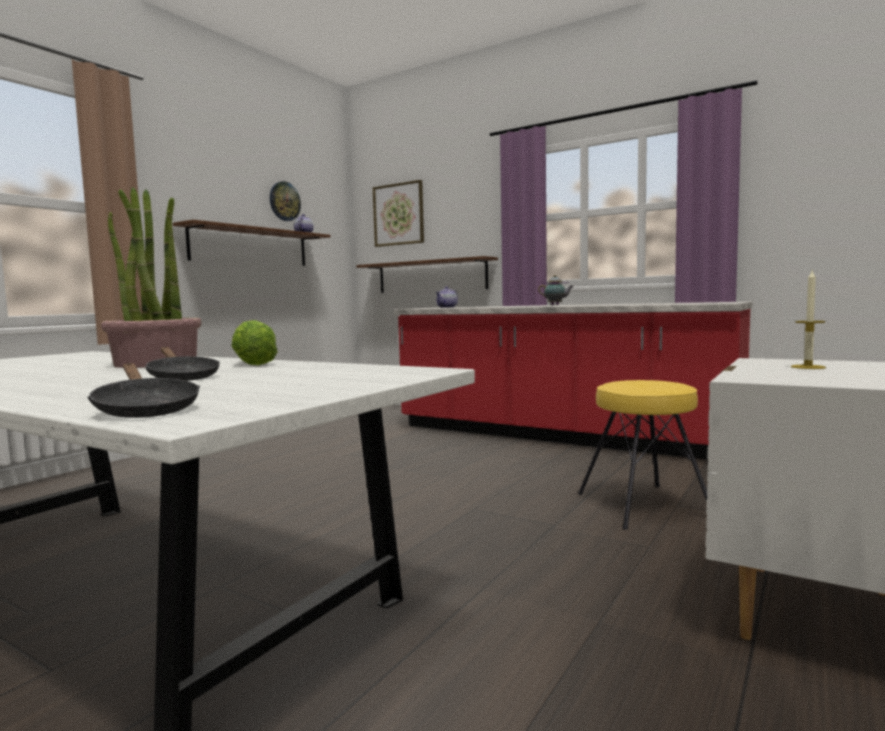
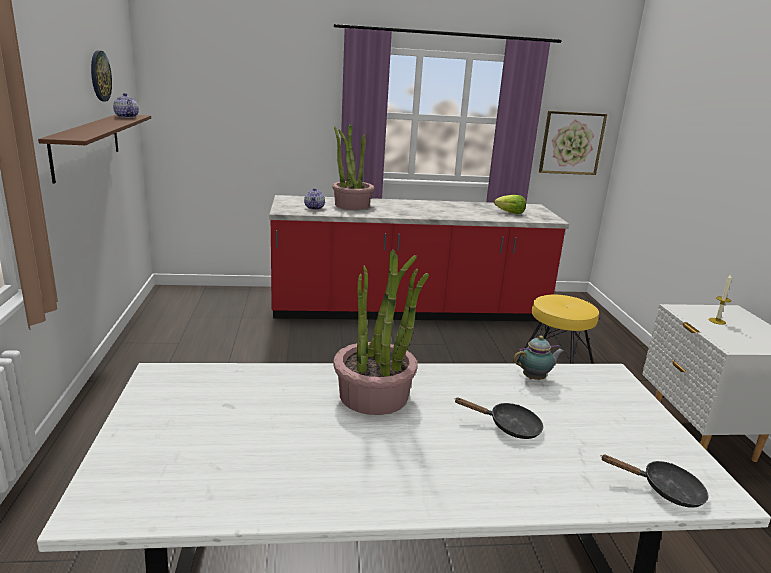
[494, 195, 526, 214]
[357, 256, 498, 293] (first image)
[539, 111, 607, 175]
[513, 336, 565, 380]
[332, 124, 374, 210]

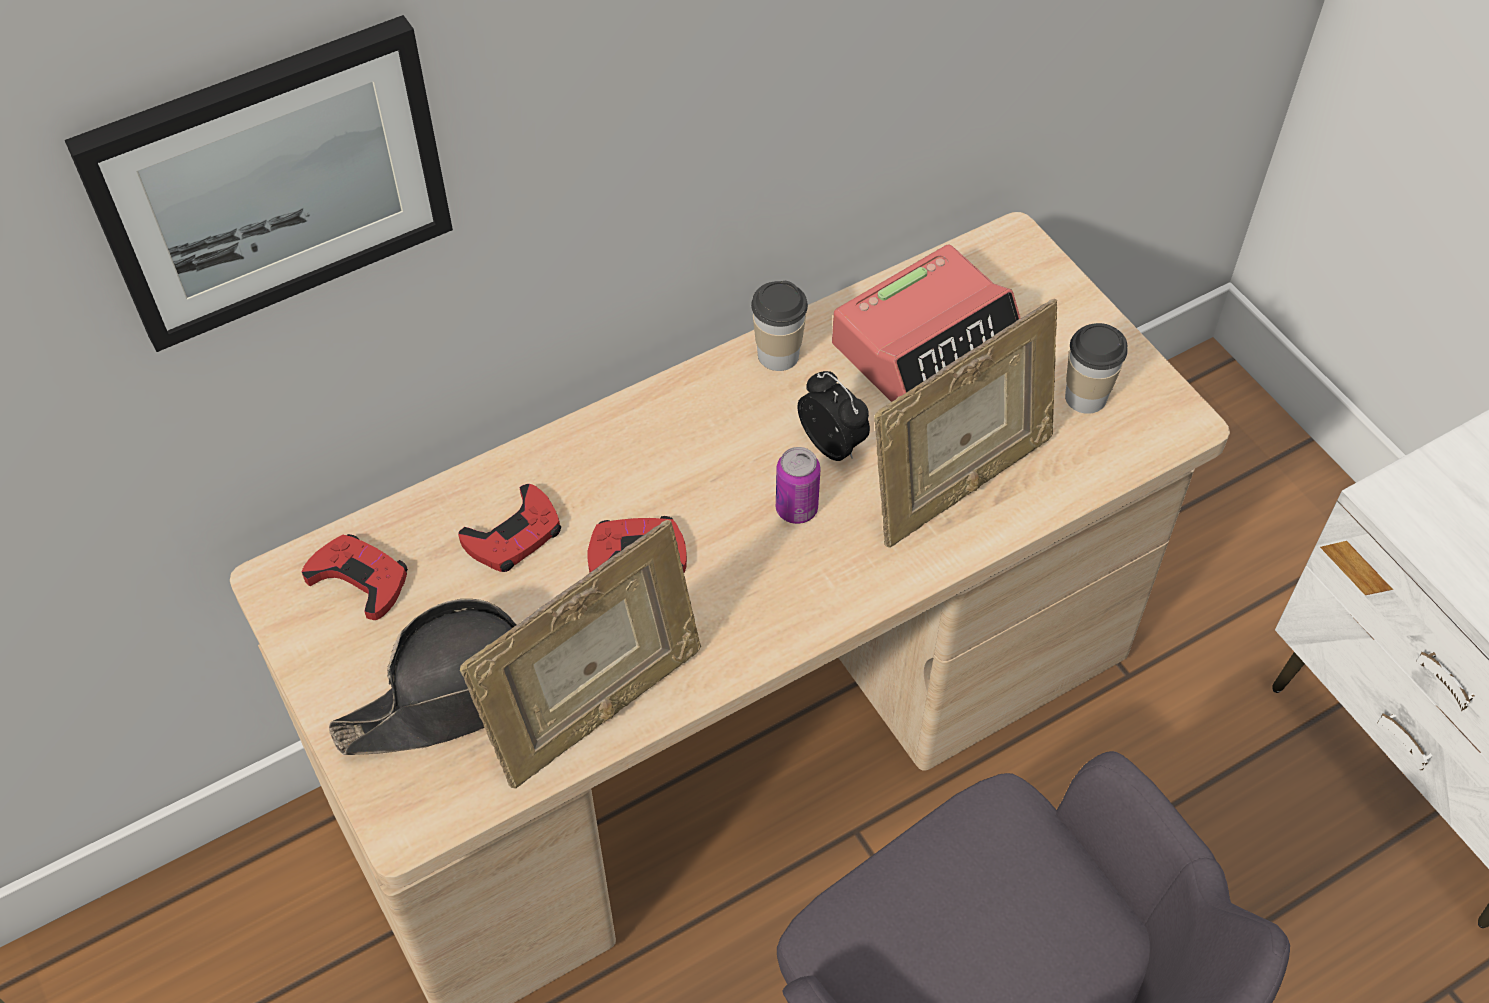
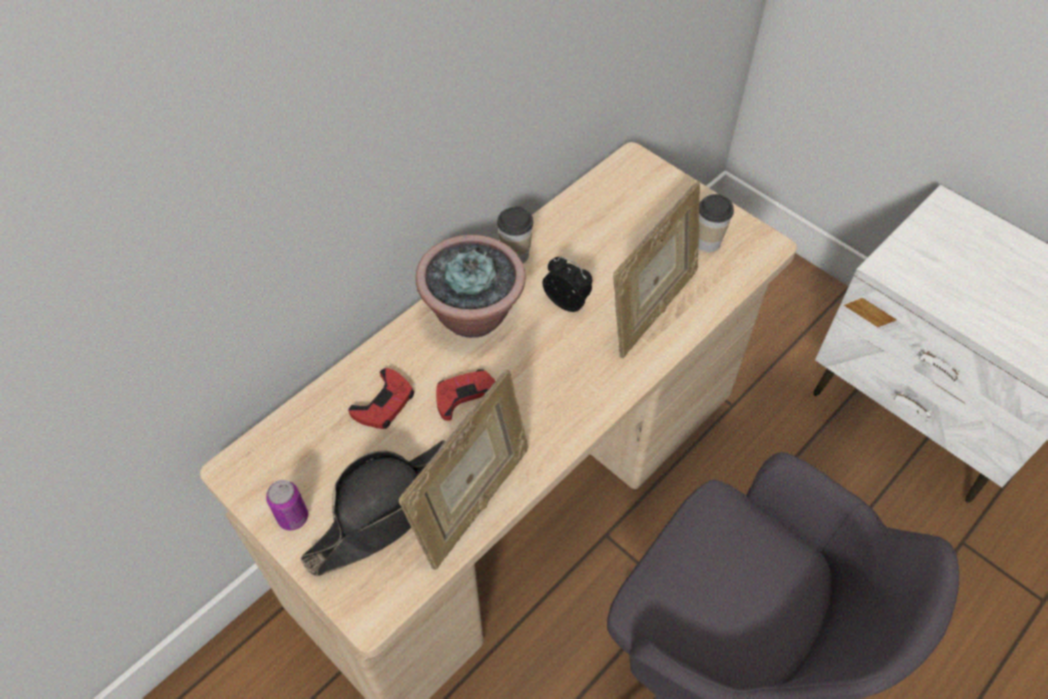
[65, 15, 453, 352] (first image)
[302, 534, 408, 620] (first image)
[266, 480, 308, 531]
[832, 244, 1021, 402] (first image)
[416, 235, 525, 338]

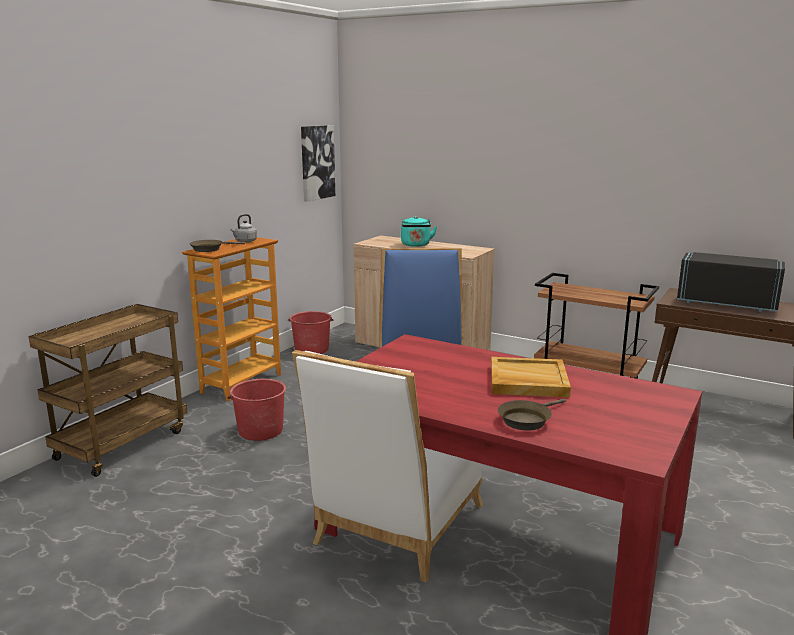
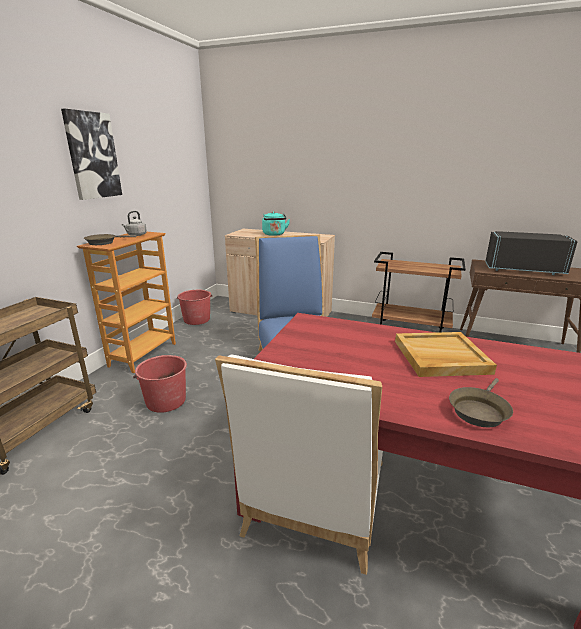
[61, 109, 122, 200]

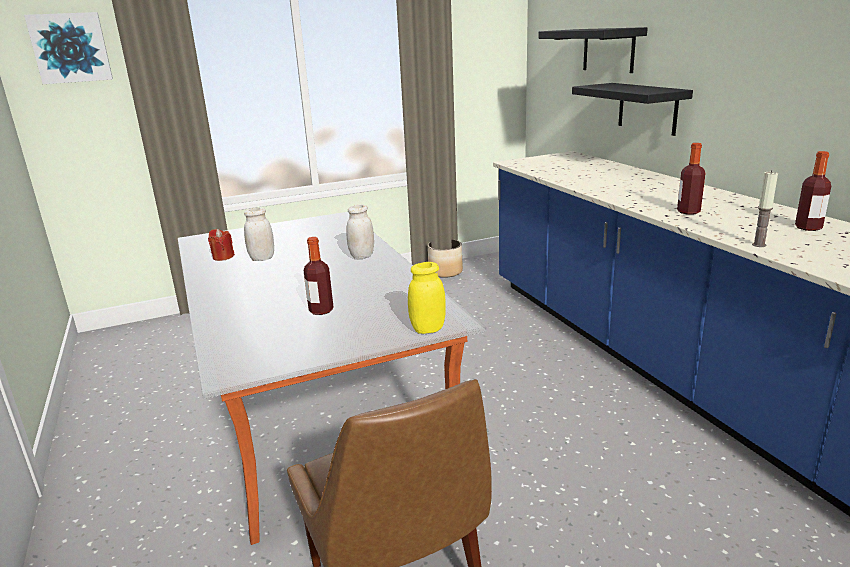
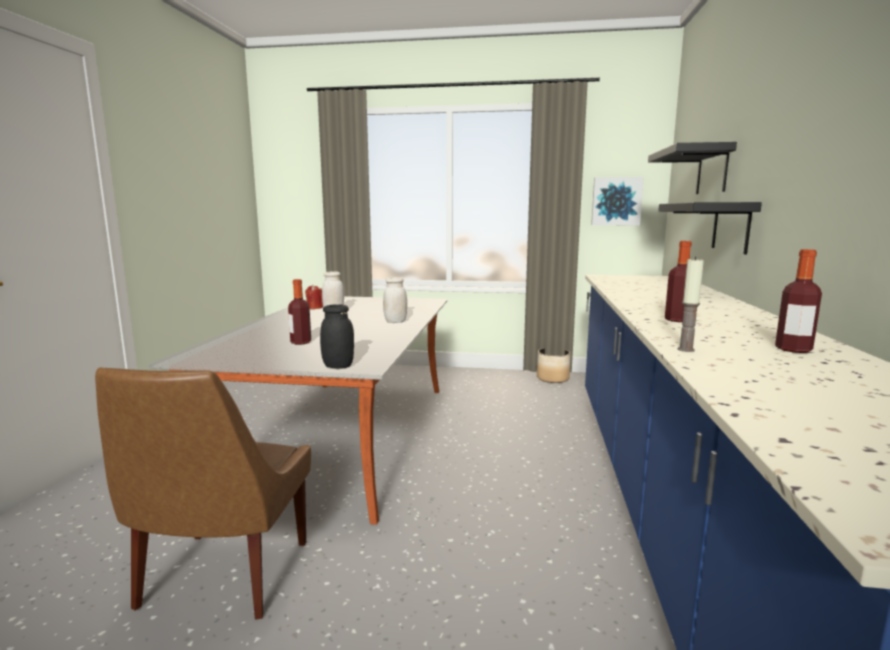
[591, 177, 644, 225]
[320, 304, 354, 369]

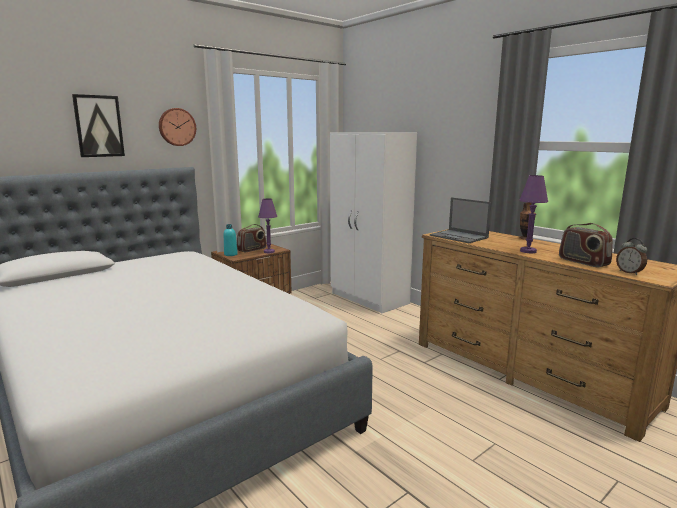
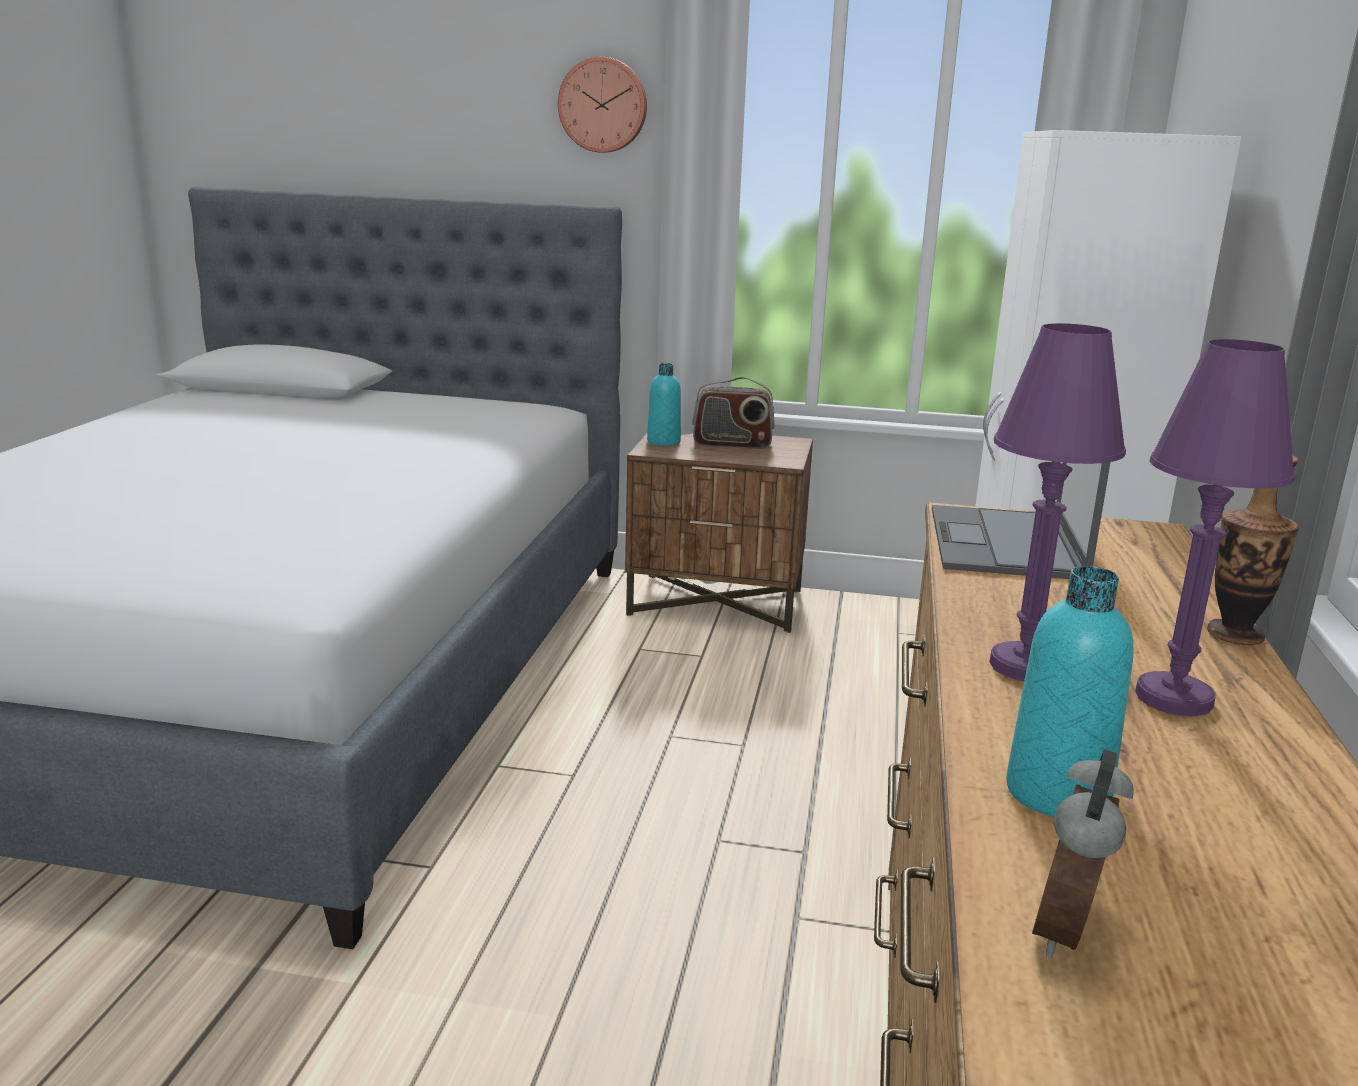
[72, 94, 125, 157] (first image)
[1135, 339, 1295, 717]
[1006, 566, 1134, 817]

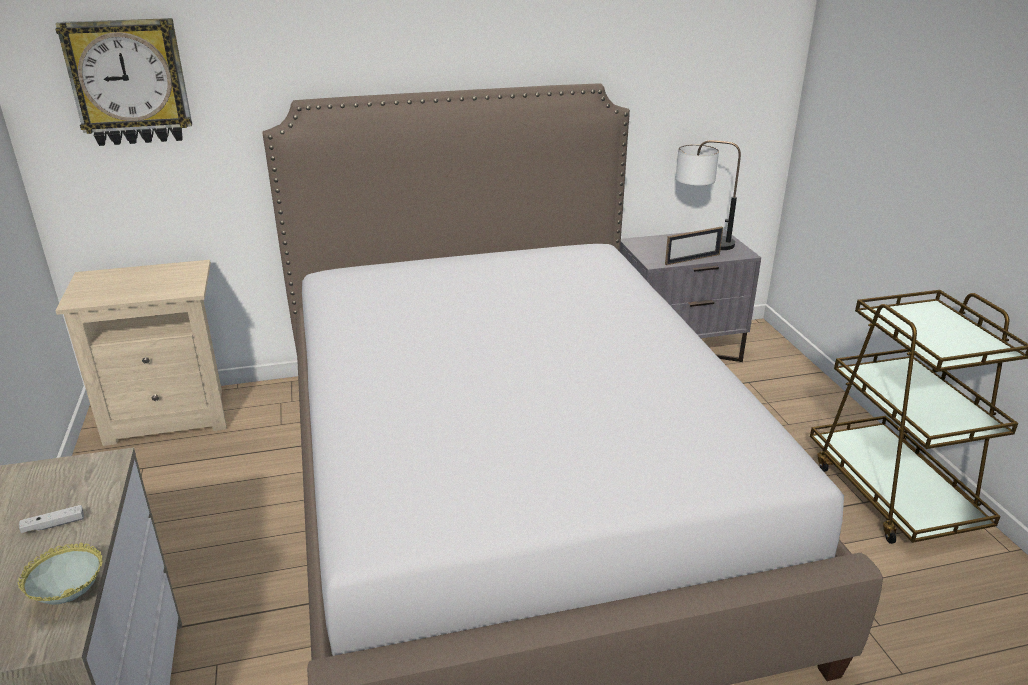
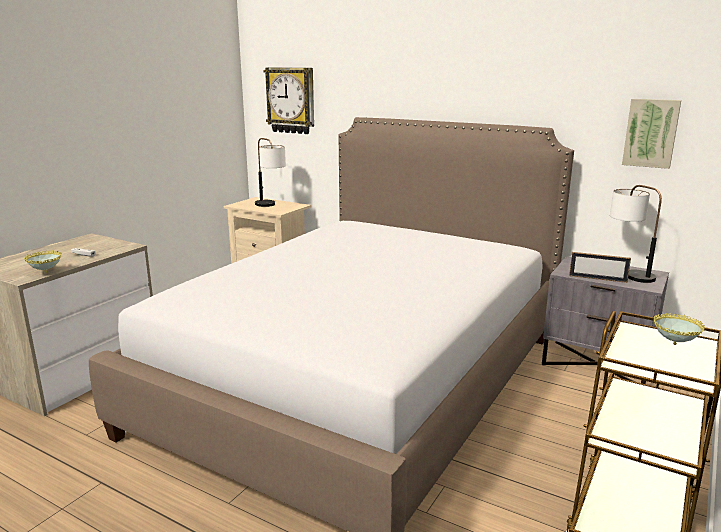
[255, 138, 286, 207]
[622, 99, 681, 169]
[654, 313, 705, 345]

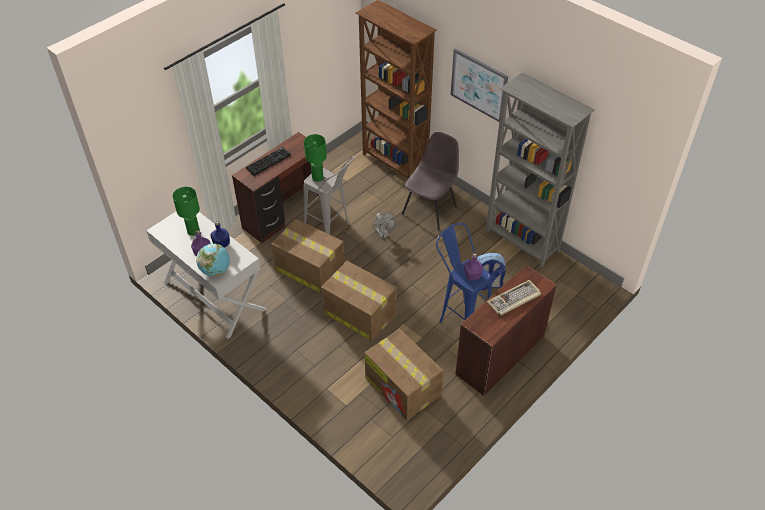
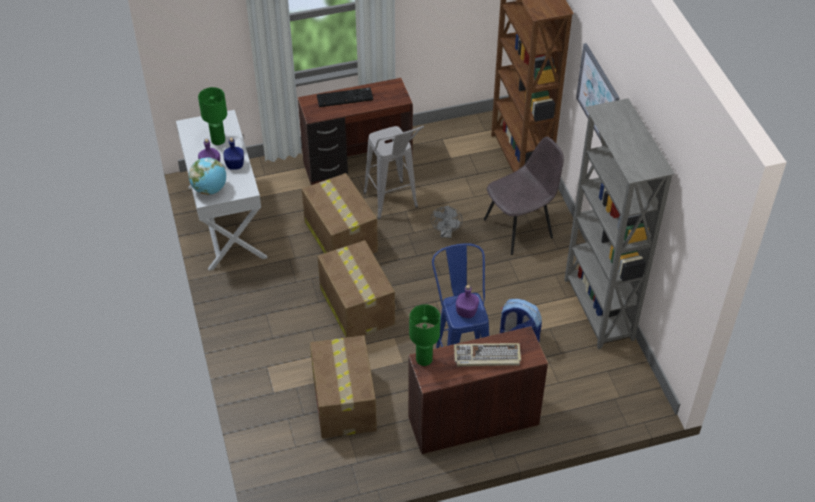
[409, 304, 441, 366]

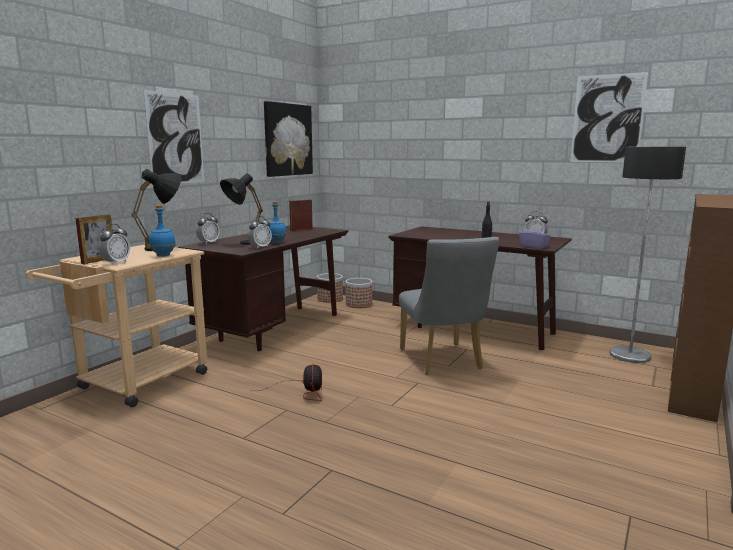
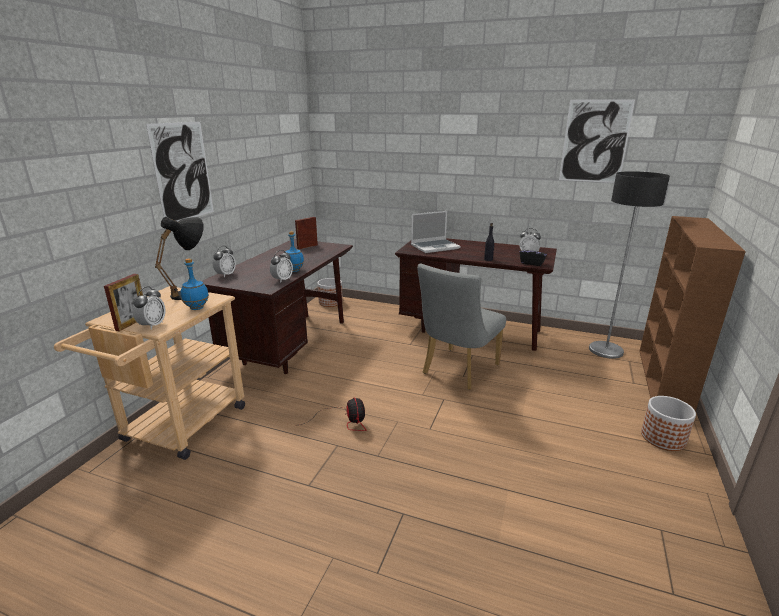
[220, 173, 263, 245] (first image)
[264, 101, 313, 177] (first image)
[641, 396, 696, 451]
[417, 264, 506, 390]
[520, 244, 547, 266]
[411, 211, 460, 253]

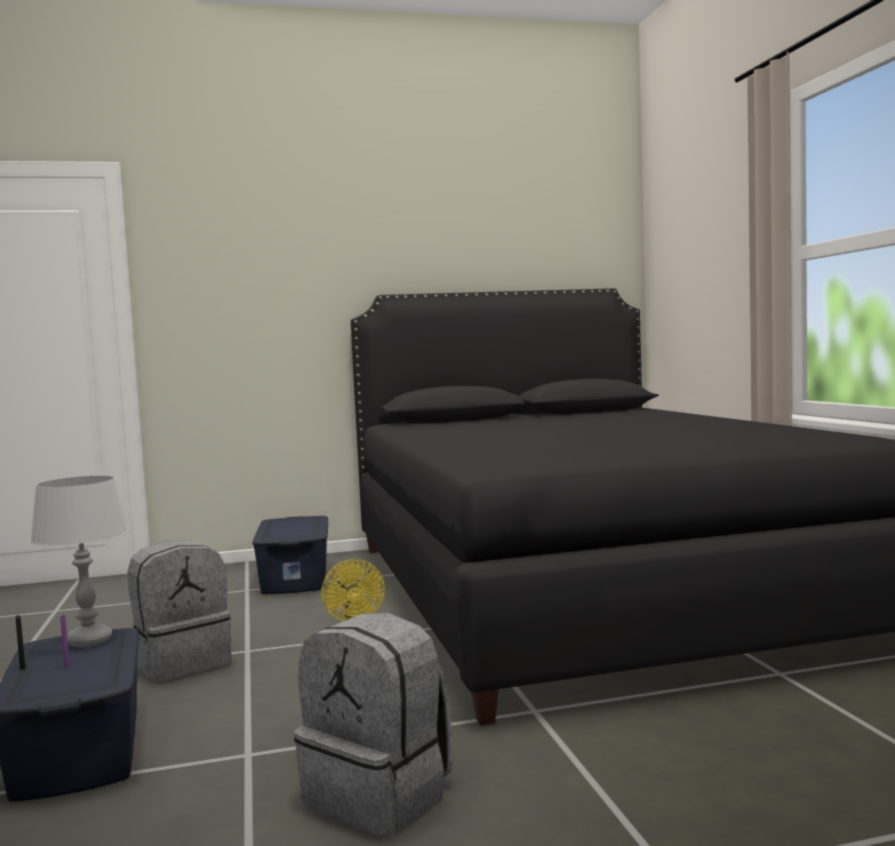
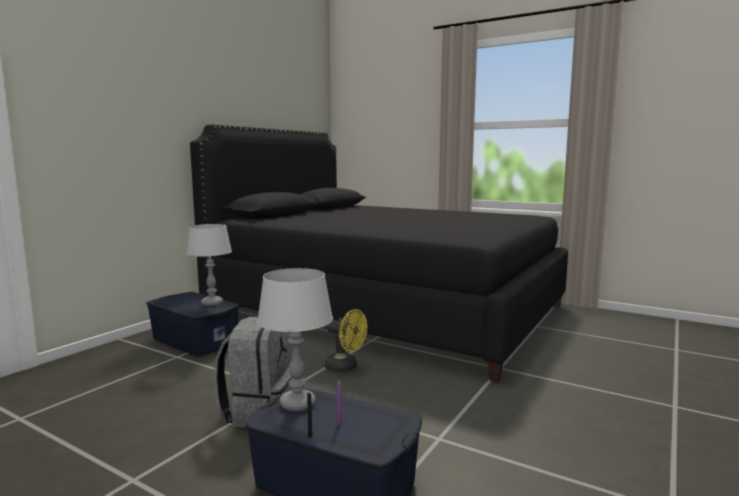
[294, 613, 453, 837] (first image)
[186, 224, 232, 306]

